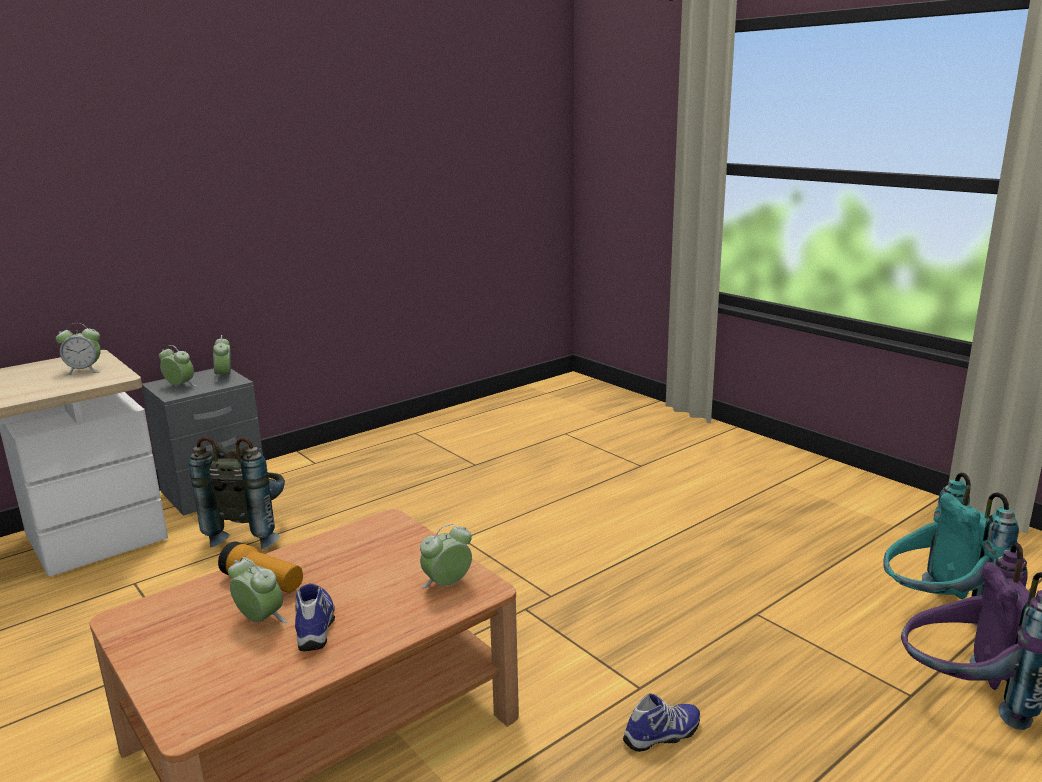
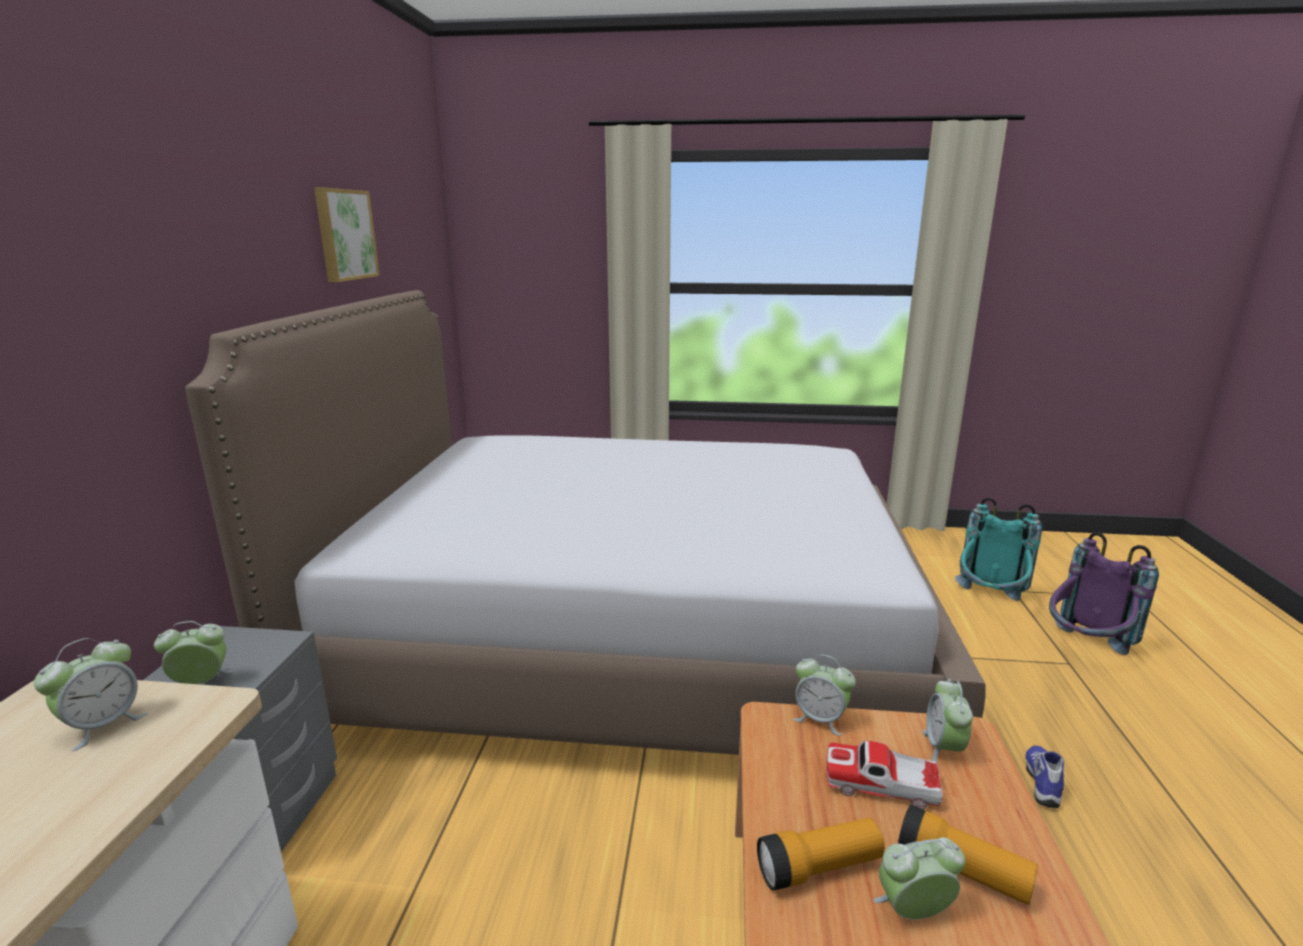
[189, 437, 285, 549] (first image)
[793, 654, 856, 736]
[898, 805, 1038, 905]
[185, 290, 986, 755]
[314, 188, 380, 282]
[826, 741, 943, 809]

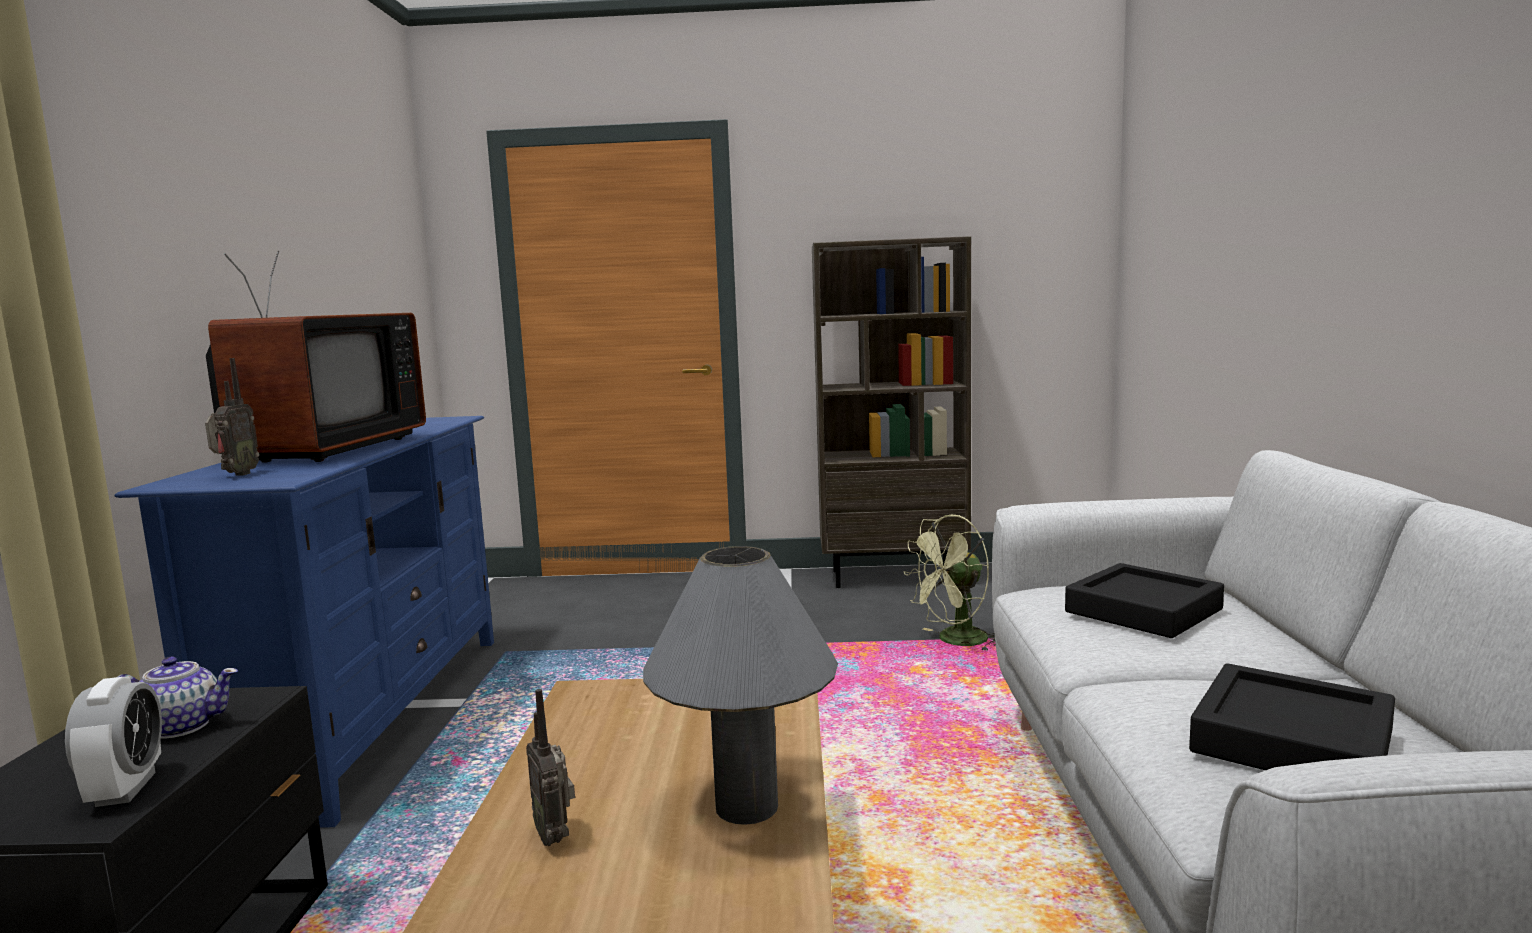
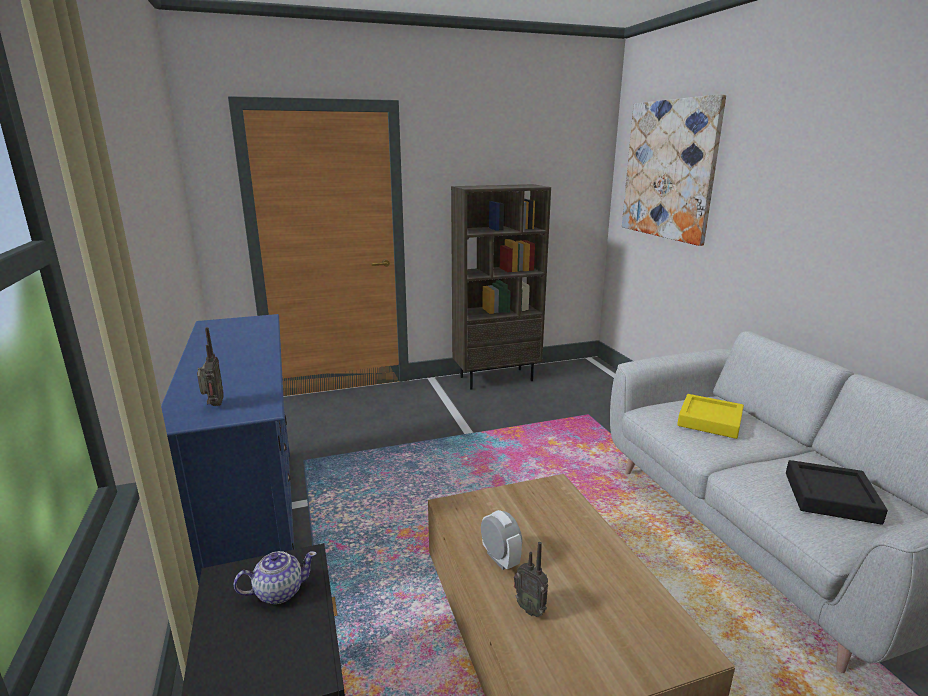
[481, 510, 522, 570]
[206, 251, 426, 462] (first image)
[643, 546, 838, 825] (first image)
[903, 515, 996, 652] (first image)
[677, 394, 744, 439]
[622, 94, 726, 246]

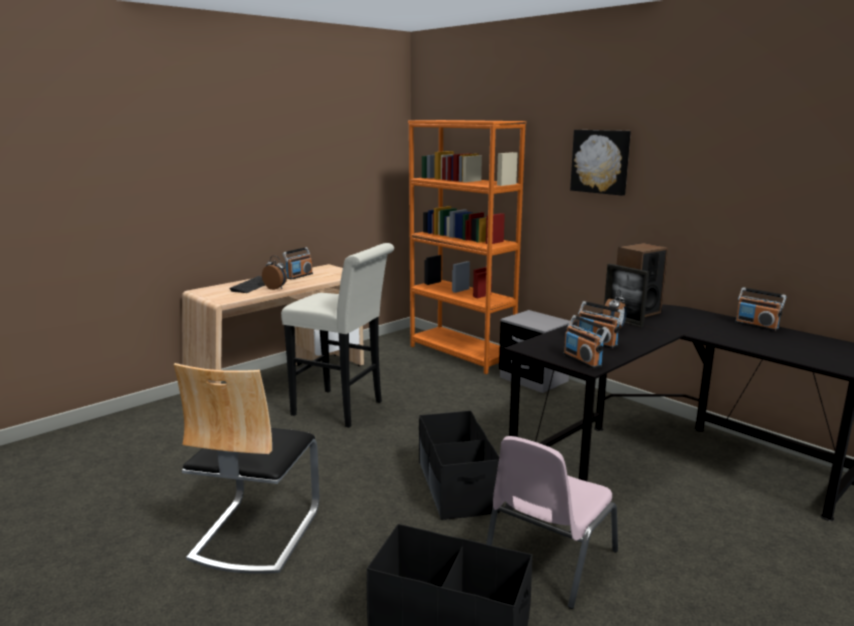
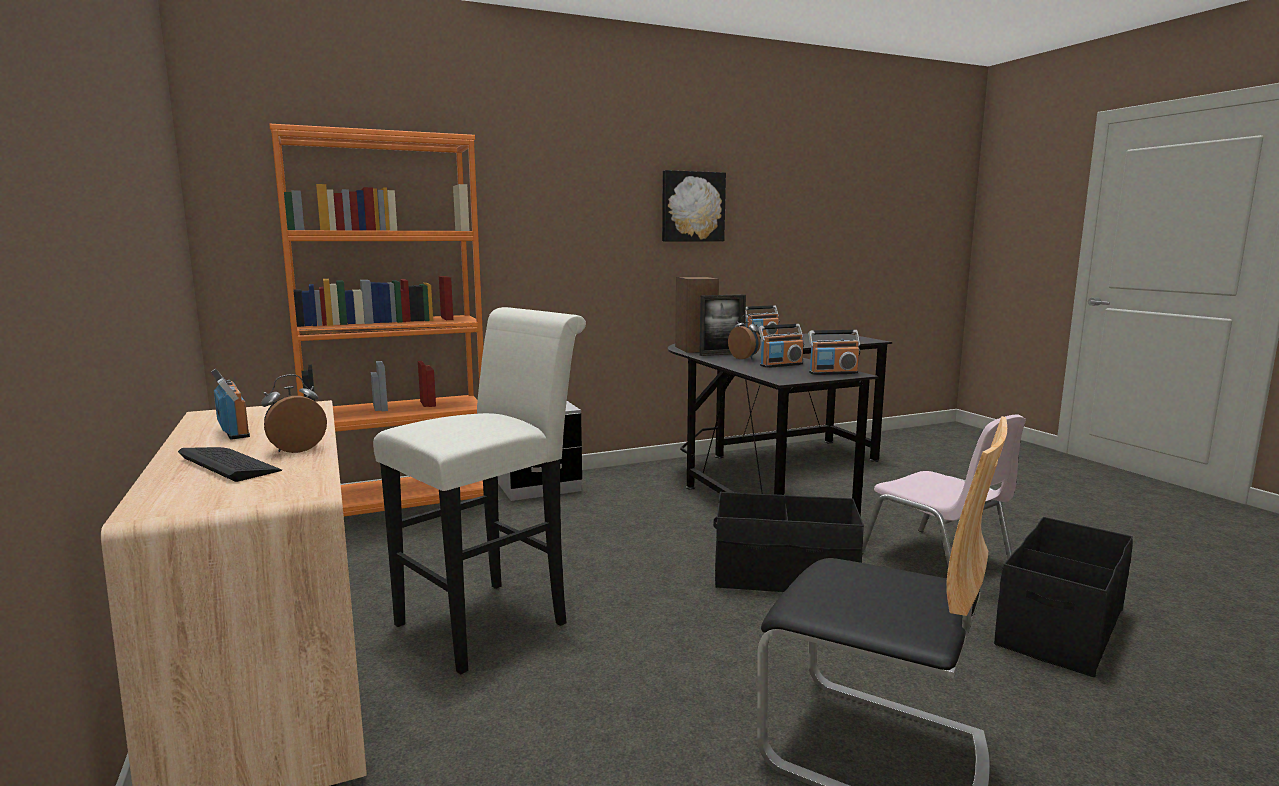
[662, 170, 726, 242]

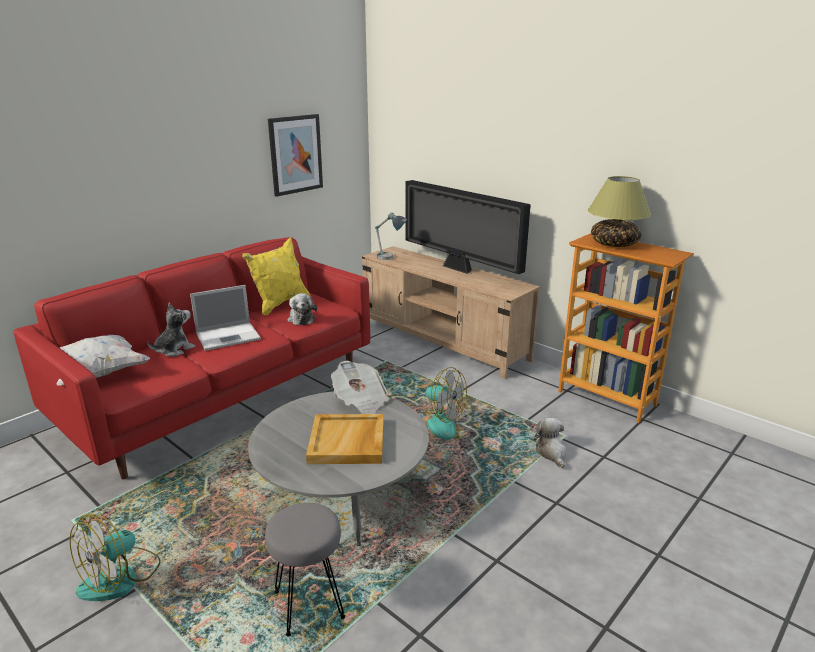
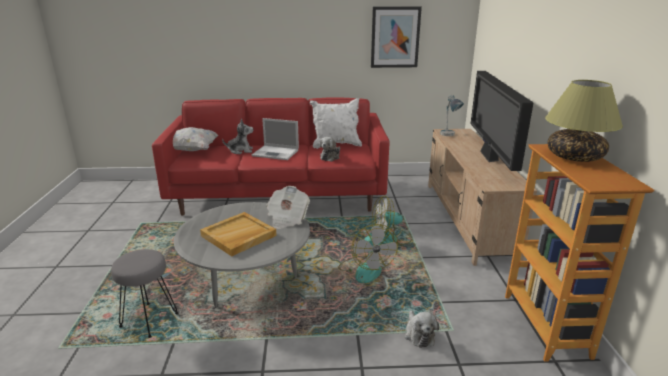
[368, 196, 412, 245]
[310, 98, 362, 149]
[405, 310, 439, 348]

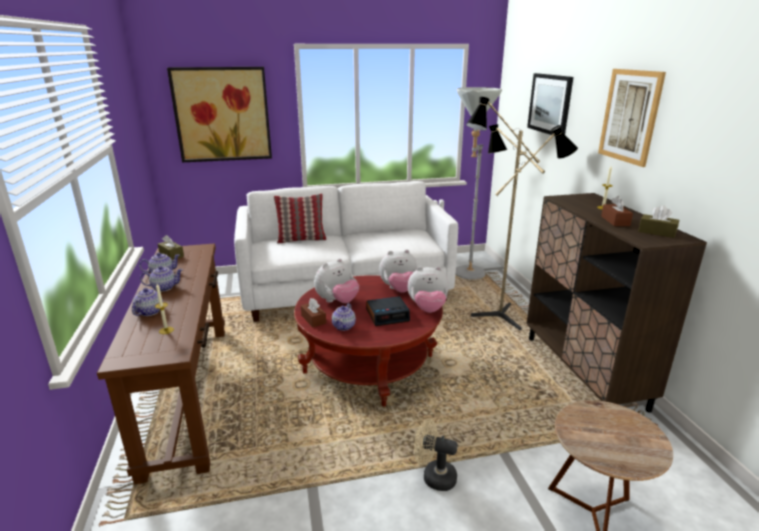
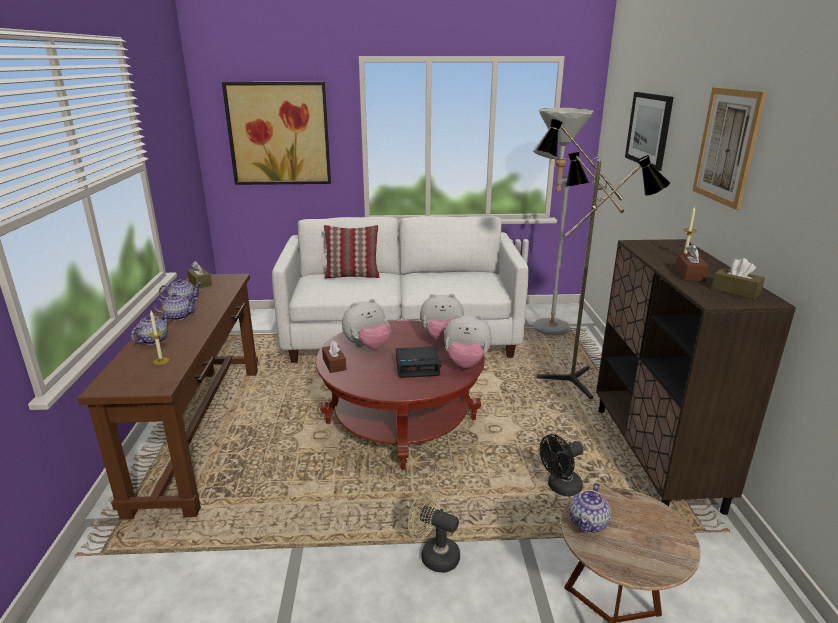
[569, 483, 611, 533]
[540, 434, 583, 496]

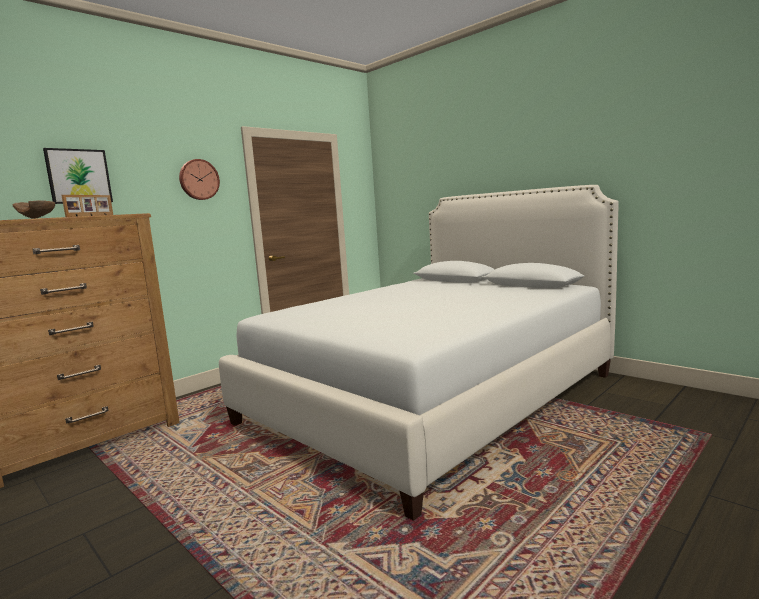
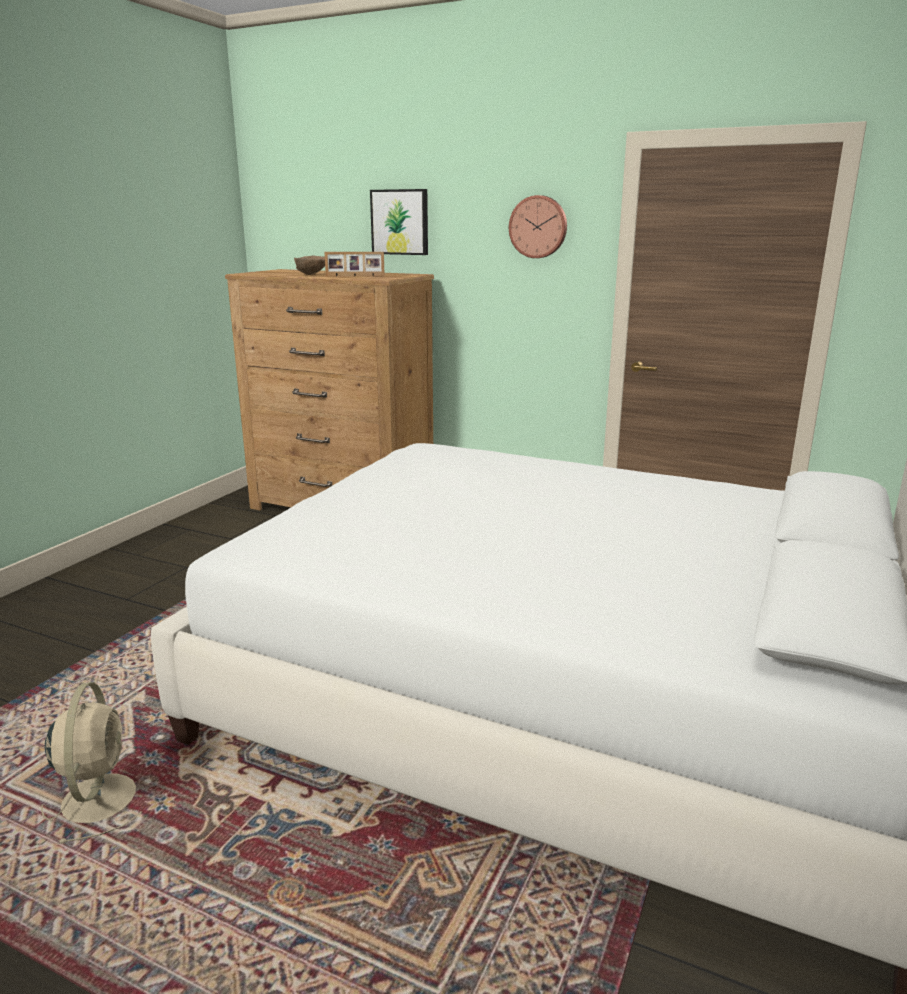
[41, 682, 142, 844]

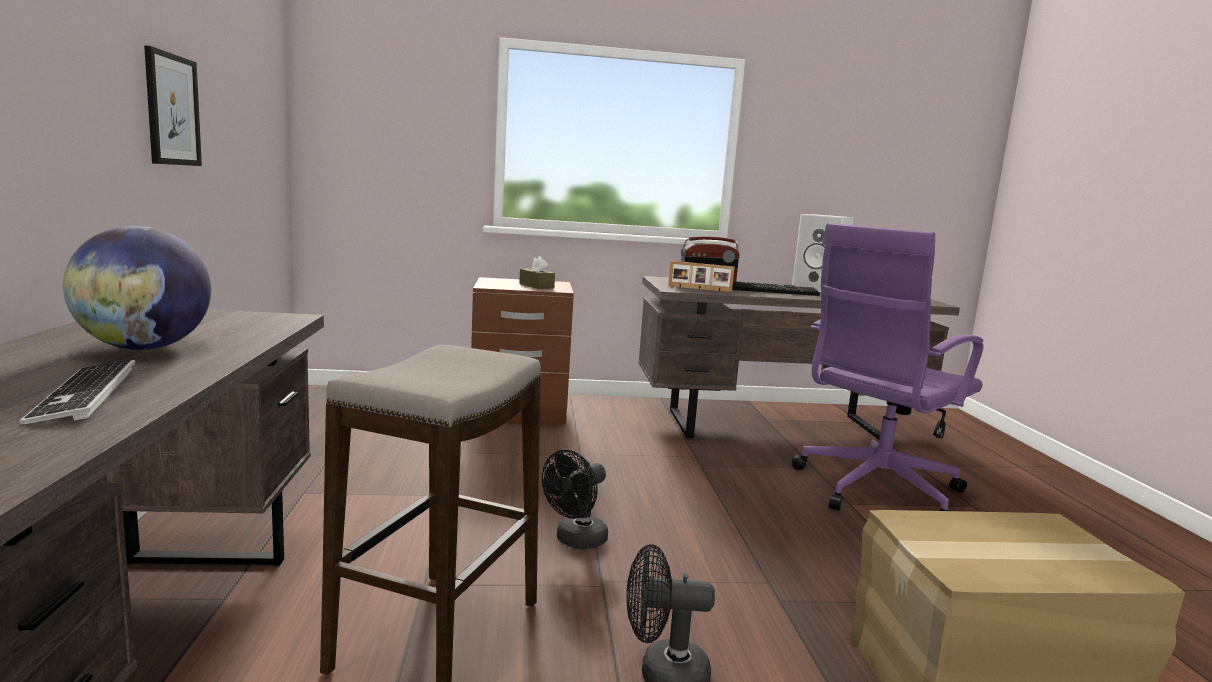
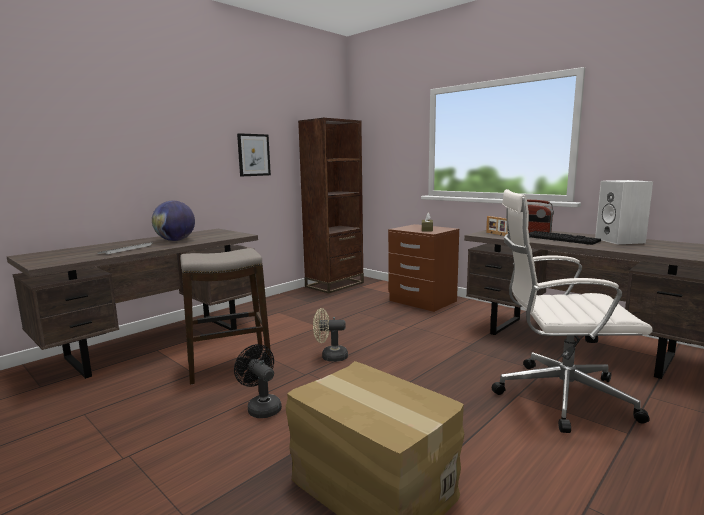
[313, 308, 348, 362]
[492, 189, 653, 433]
[298, 118, 364, 293]

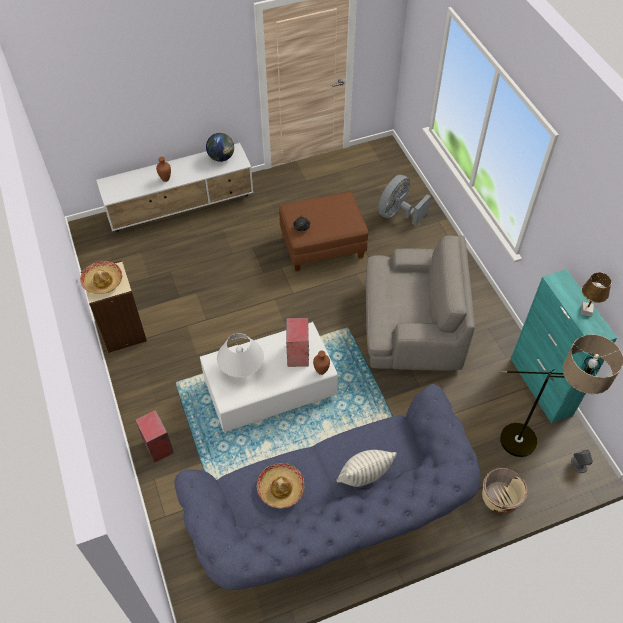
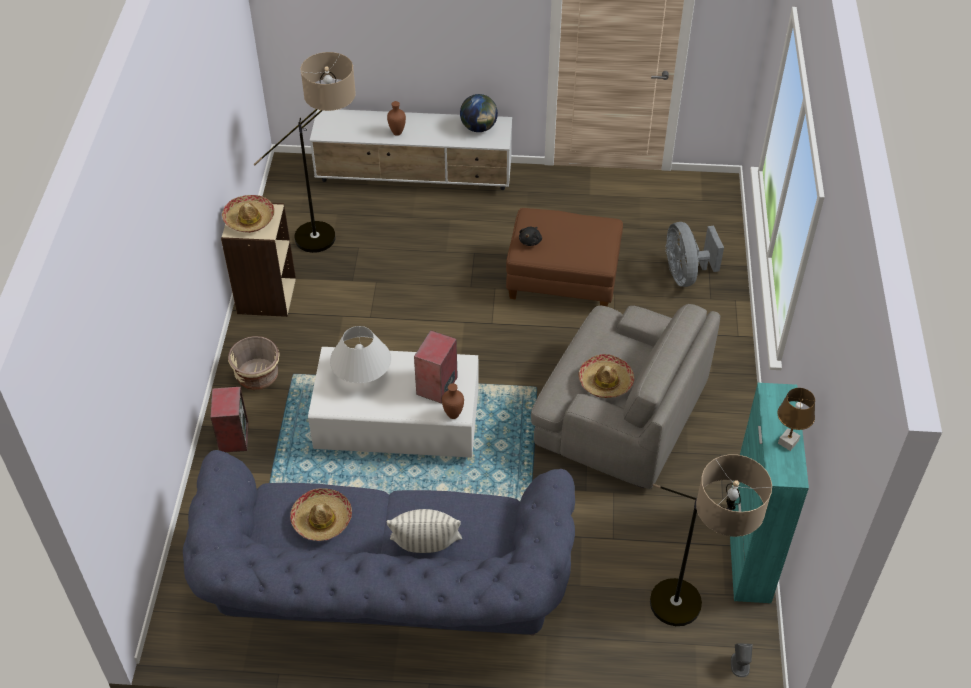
[665, 222, 724, 287]
[228, 336, 280, 390]
[254, 52, 356, 253]
[578, 354, 634, 398]

